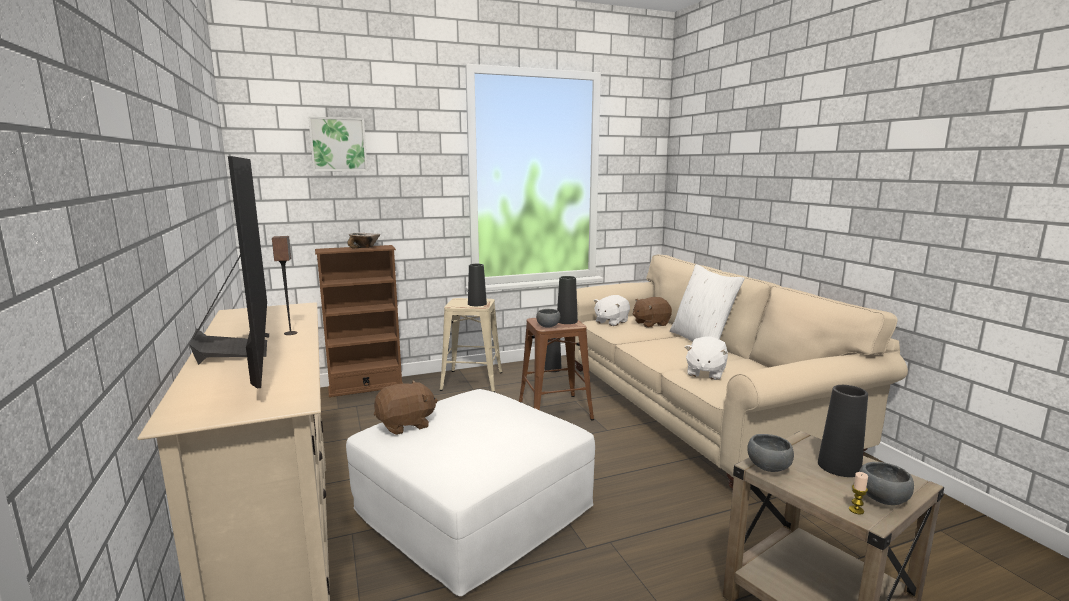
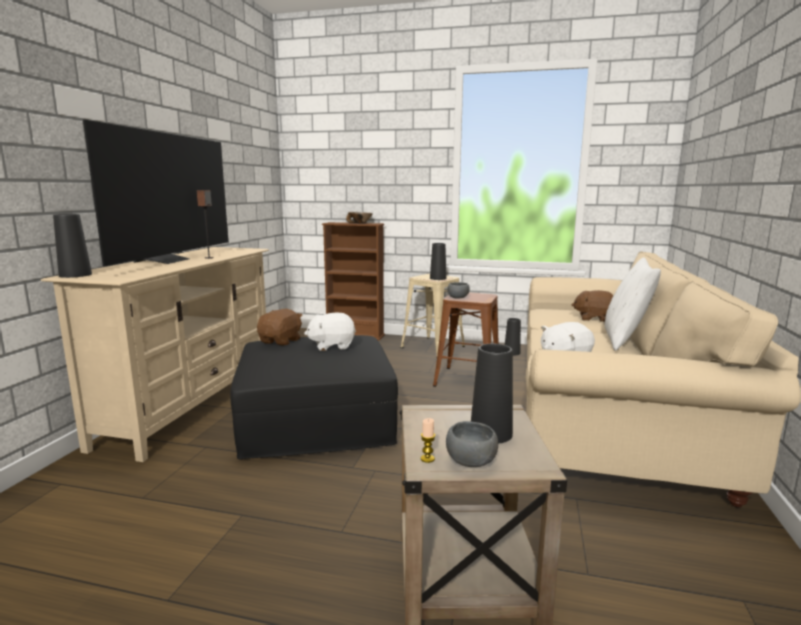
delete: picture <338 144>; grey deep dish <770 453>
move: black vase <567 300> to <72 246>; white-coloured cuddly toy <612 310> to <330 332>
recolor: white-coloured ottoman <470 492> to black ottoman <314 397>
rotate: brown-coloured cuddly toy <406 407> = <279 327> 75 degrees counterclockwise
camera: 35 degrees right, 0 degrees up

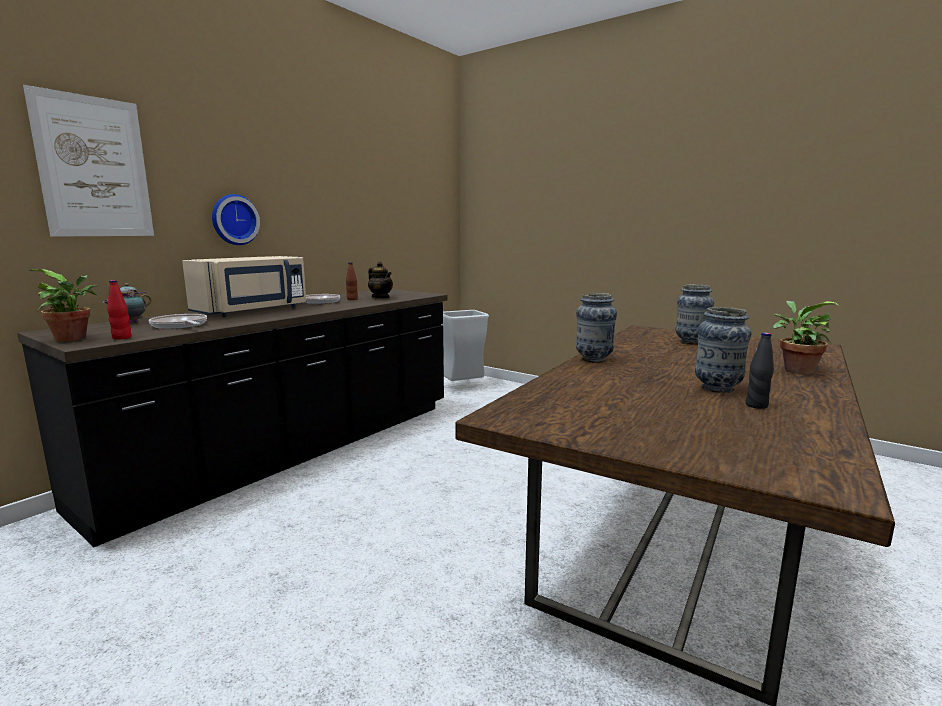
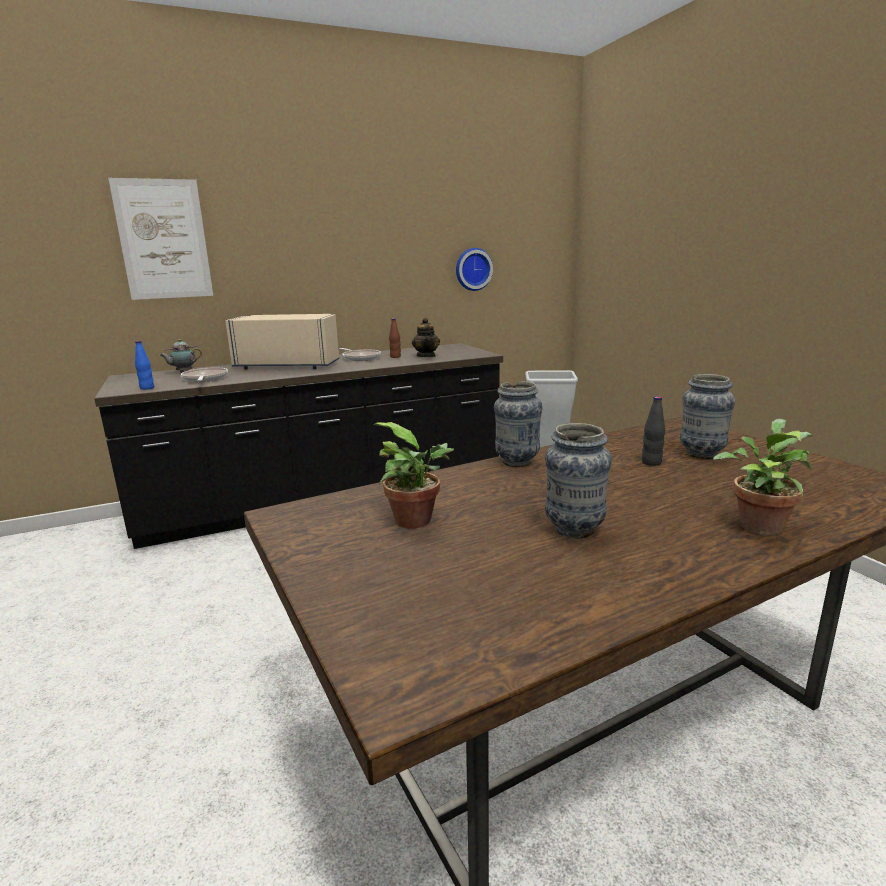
move: hanging clock <236 219> to <474 269>; houseplant <63 305> to <414 475>; black beverage bottle <759 370> to <653 431>
recolor: reddish beverage bottle <119 310> to blue-coloured beverage bottle <144 365>
rotate: beige-coloured microwave <244 286> = <282 342> 150 degrees counterclockwise
camera: 30 degrees right, 5 degrees up

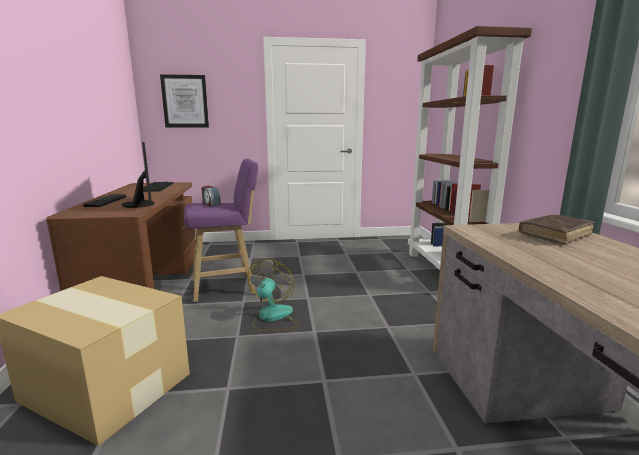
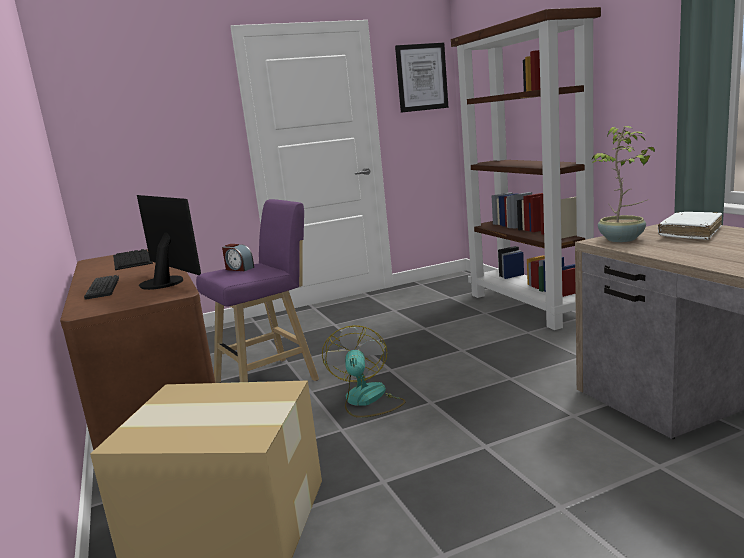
insert: houseplant <623 184>
move: picture <184 100> to <421 78>
recolor: brown-coloured bound book <556 230> to white-coloured bound book <690 226>
camera: 15 degrees left, 0 degrees up

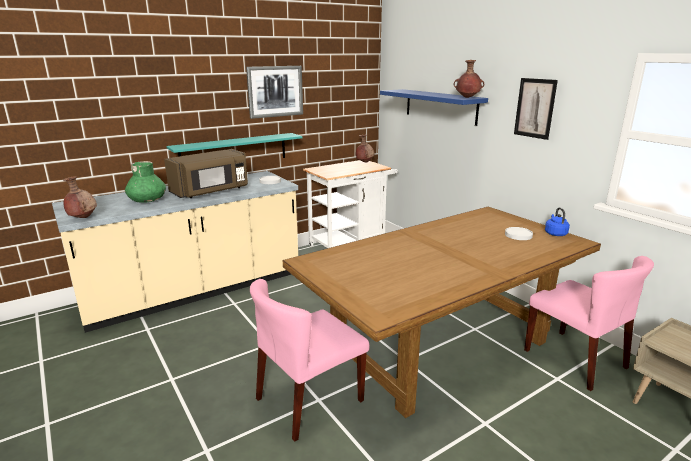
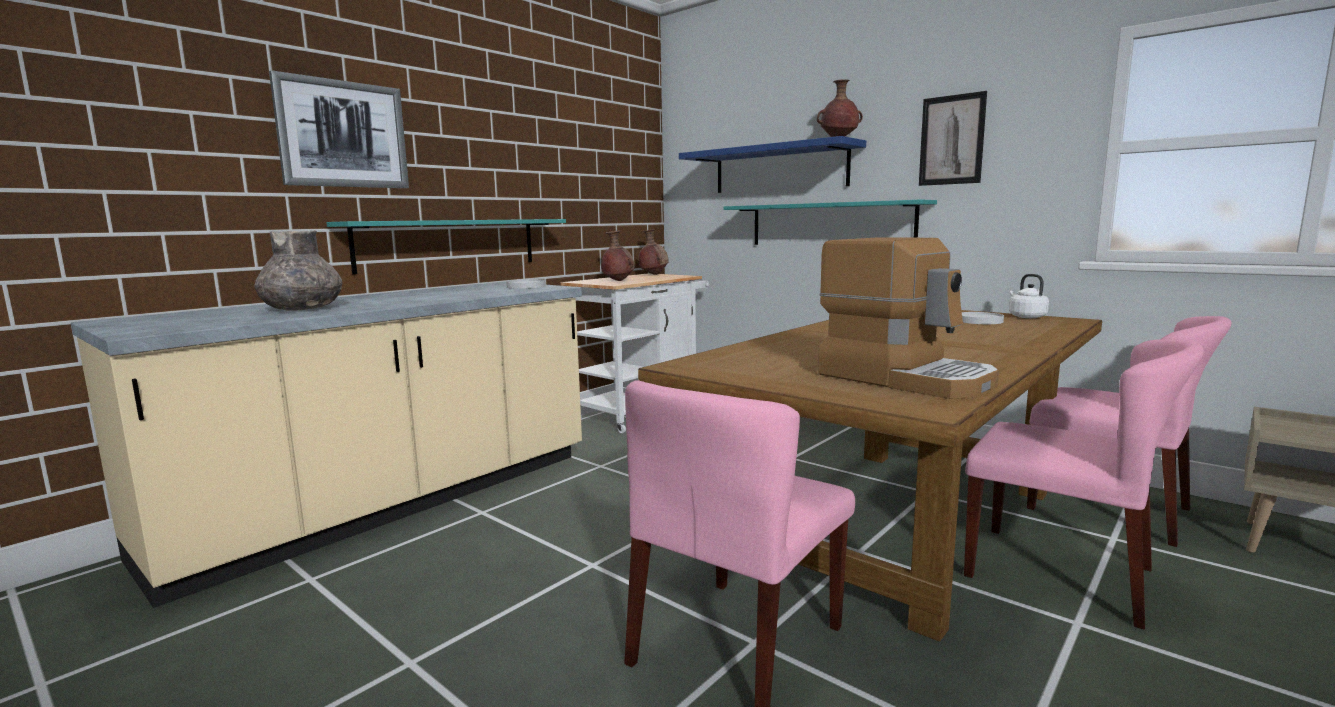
delete: brown-coloured microwave <206 173>
insert: turquoise-coloured shelf <830 222>; coffee maker <908 318>; pinkish chair <1084 484>
move: picture <274 92> to <339 129>; brown-coloured vase <80 197> to <618 256>
recolor: green-coloured vase <145 182> to grey vase <298 270>; blue-coloured kettle <557 222> to white-coloured kettle <1029 296>
camera: 15 degrees left, 10 degrees down

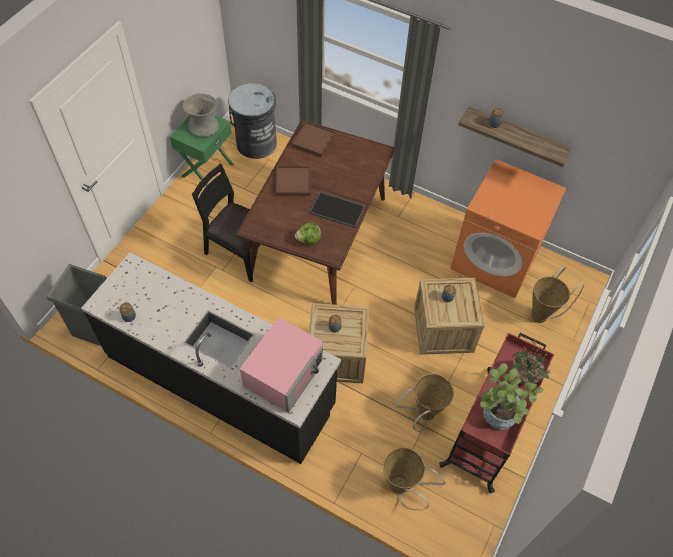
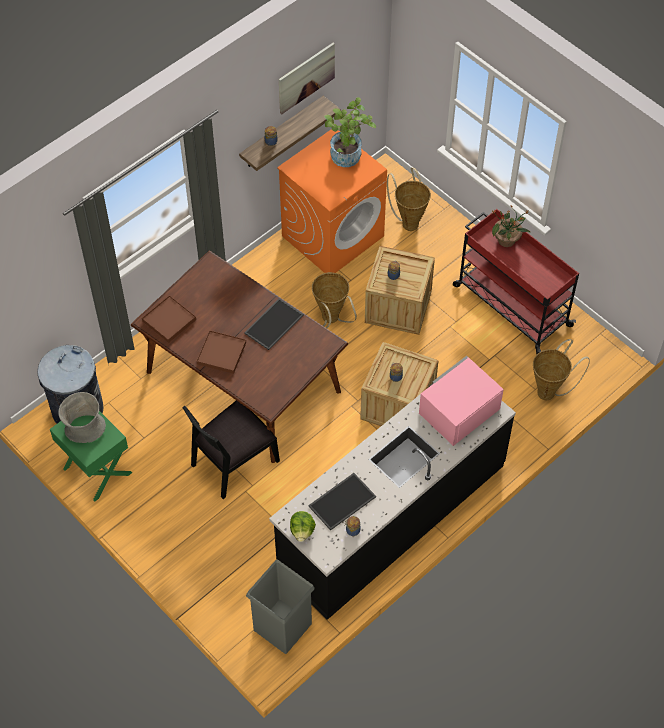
insert: picture <307 78>; tray <342 502>
move: lettuce <308 233> to <303 526>; houseplant <512 396> to <350 132>; household basket <424 402> to <334 300>
rotate: pinkish microwave <281 365> = <461 401> 90 degrees counterclockwise
camera: 70 degrees left, 0 degrees up

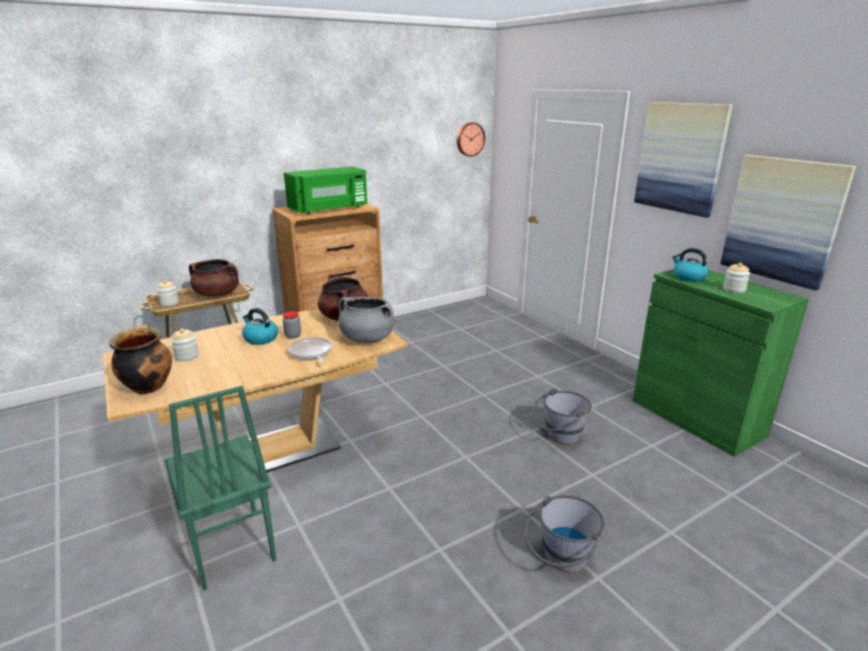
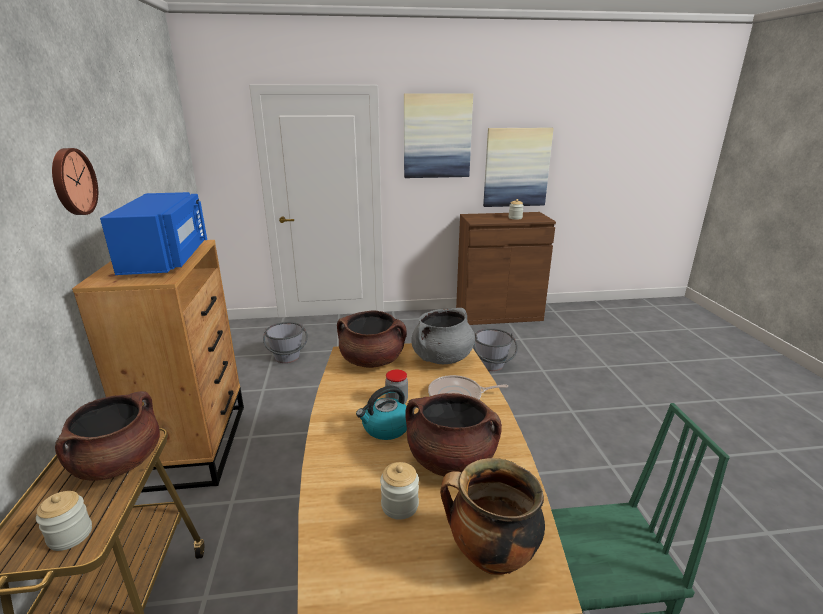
delete: kettle <690 265>
insert: brown-coloured saucepot <454 434>
move: hanging clock <471 139> to <75 181>; grey bucket <564 534> to <285 342>
recolor: green-coloured microwave <325 190> to blue-coloured microwave <153 233>; green-coloured cabinet <721 363> to brown-coloured cabinet <506 268>
camera: 65 degrees left, 0 degrees up

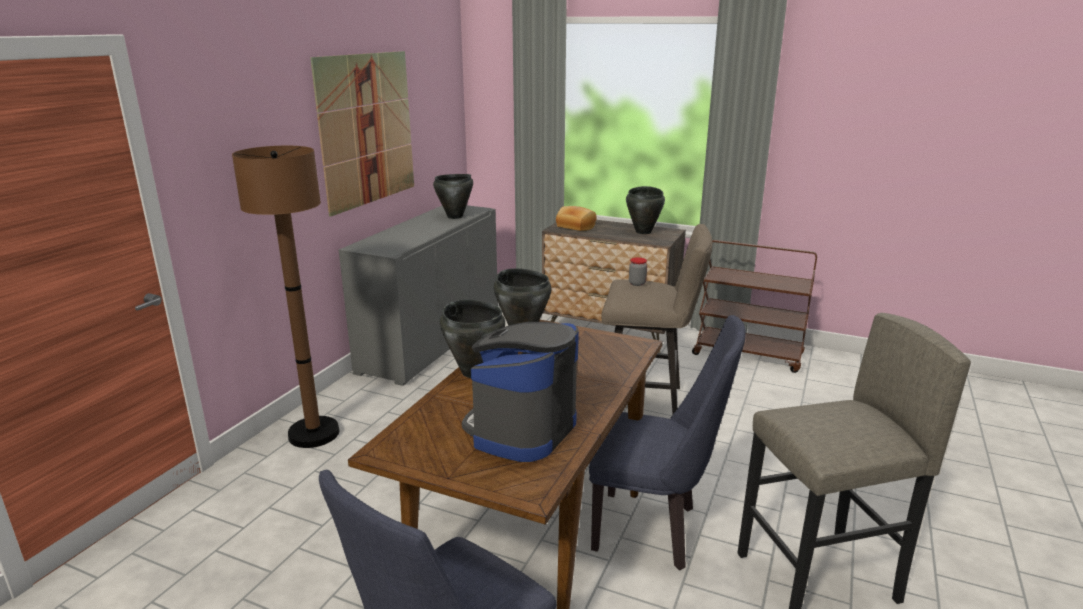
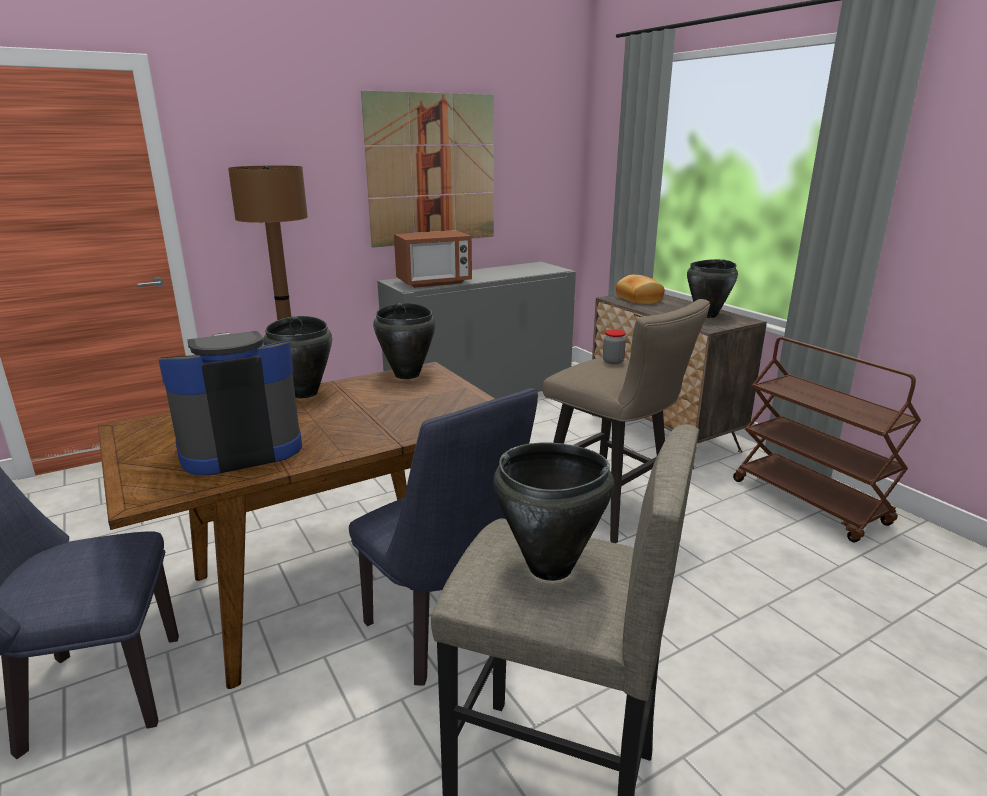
insert: microwave <433 259>
move: black saucepot <453 196> to <553 512>
camera: 35 degrees right, 0 degrees up

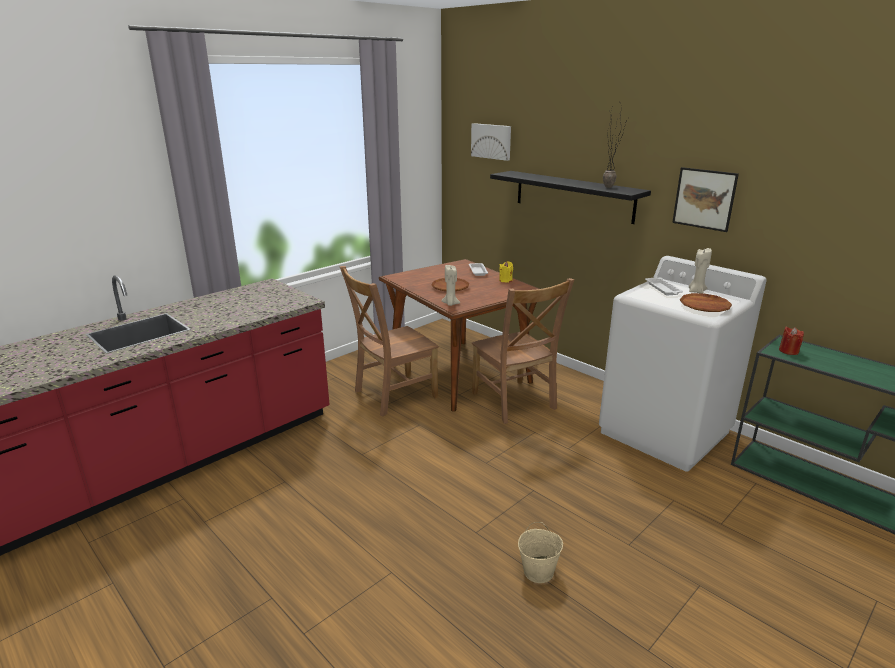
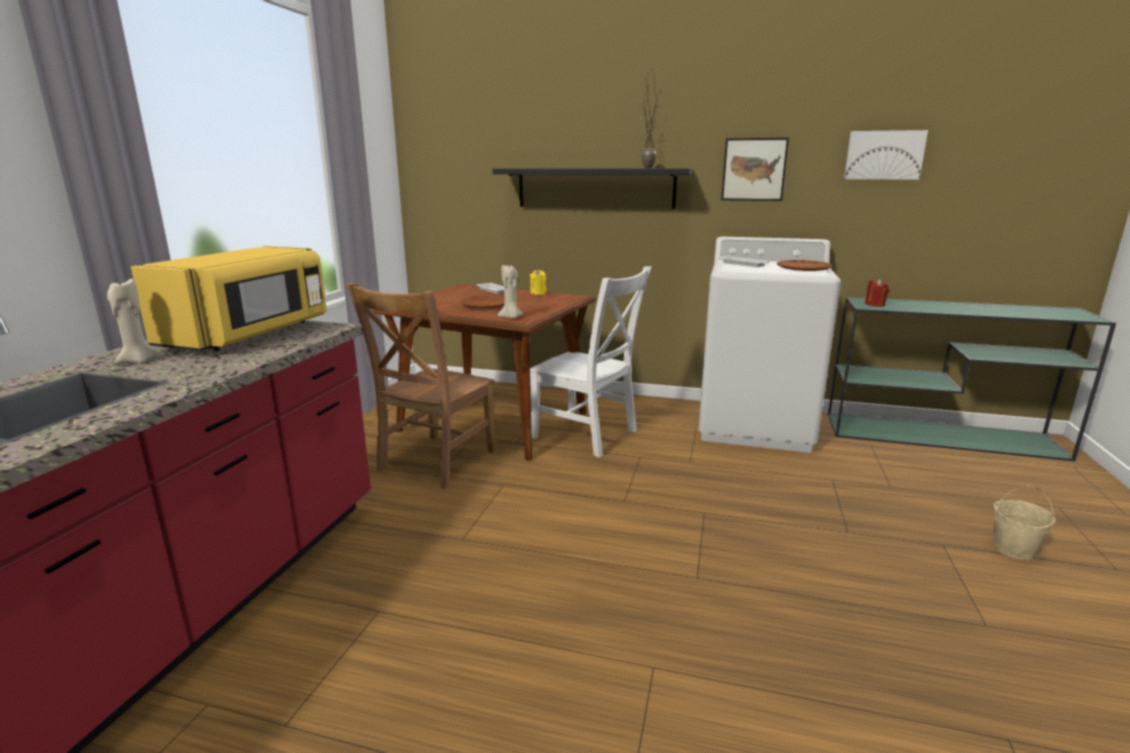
insert: yellowish microwave <229 298>
move: picture <491 142> to <886 155>; beige-coloured wax candle <700 270> to <134 321>; beige-coloured bucket <540 552> to <1024 522>
recolor: brown-coloured chair <523 351> to white-coloured chair <591 362>
camera: 30 degrees left, 5 degrees down

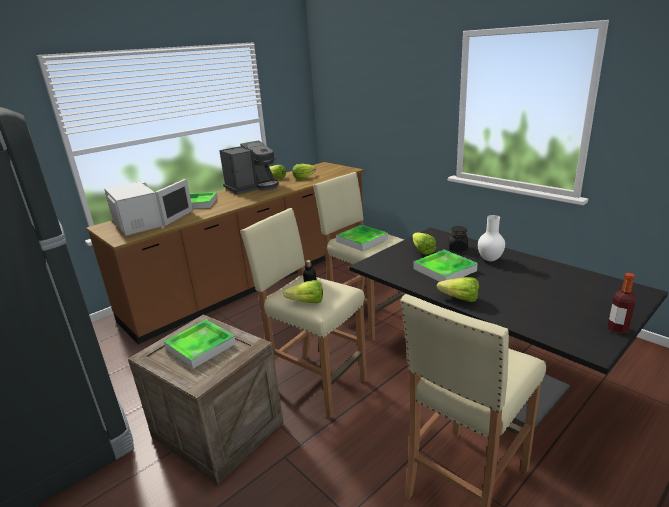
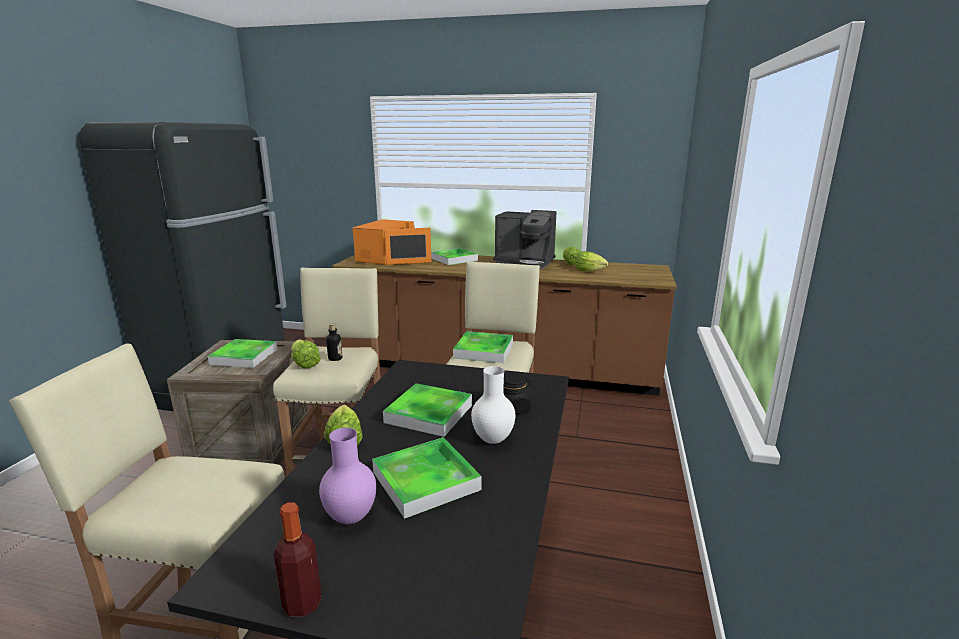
delete: lettuce <424 244>
insert: purplish vase <347 476>; tray <426 478>
recolor: white-coloured microwave <148 207> to orangey microwave <392 242>
camera: 55 degrees right, 5 degrees down

